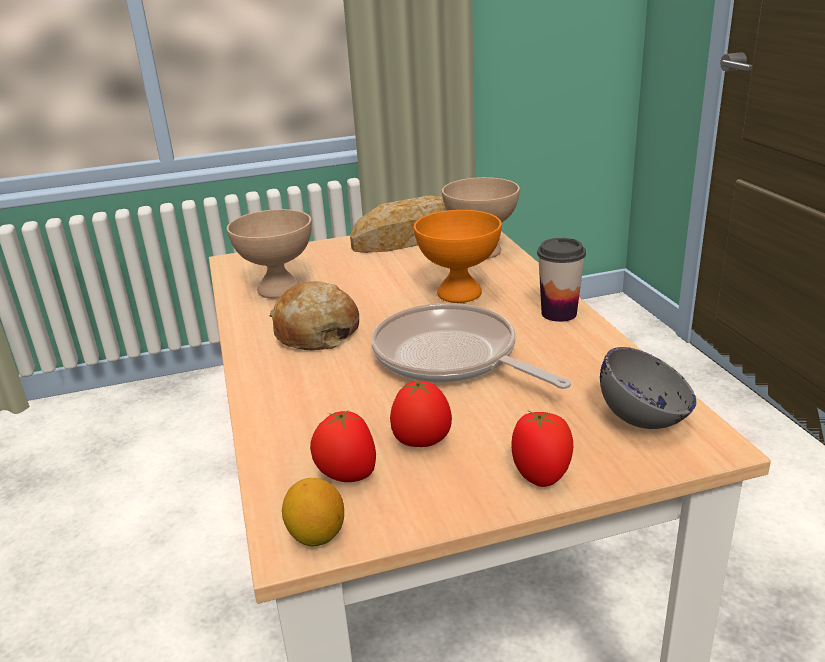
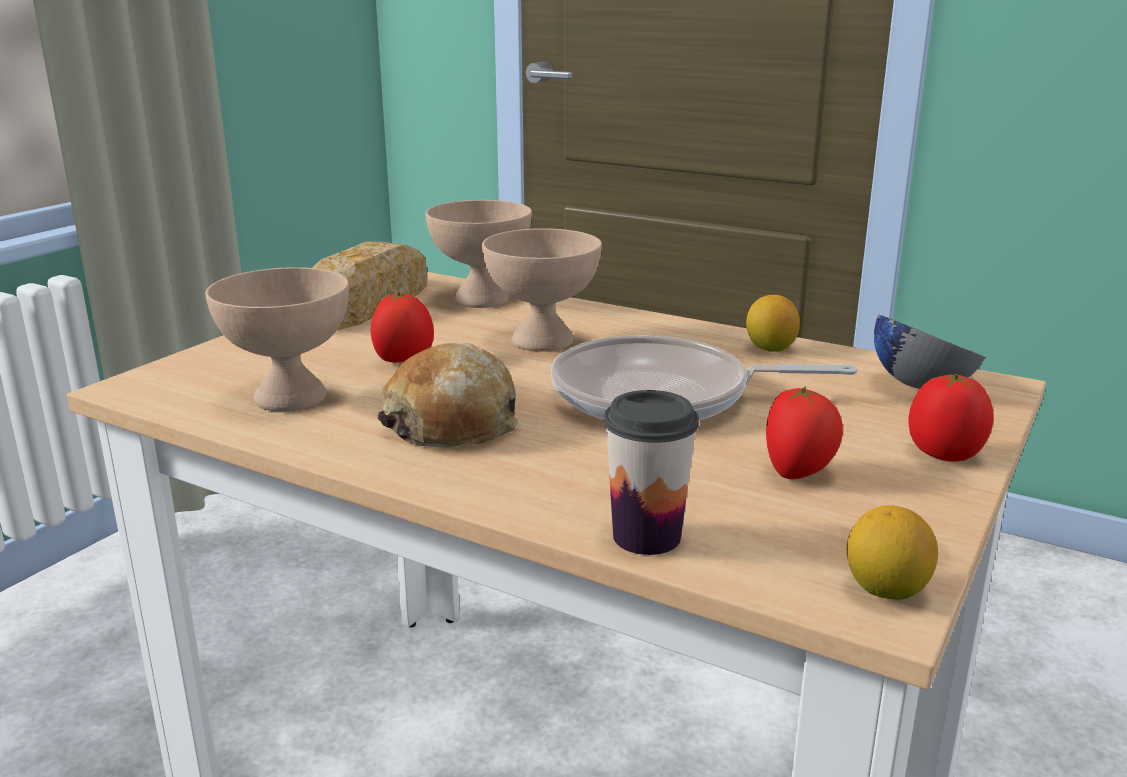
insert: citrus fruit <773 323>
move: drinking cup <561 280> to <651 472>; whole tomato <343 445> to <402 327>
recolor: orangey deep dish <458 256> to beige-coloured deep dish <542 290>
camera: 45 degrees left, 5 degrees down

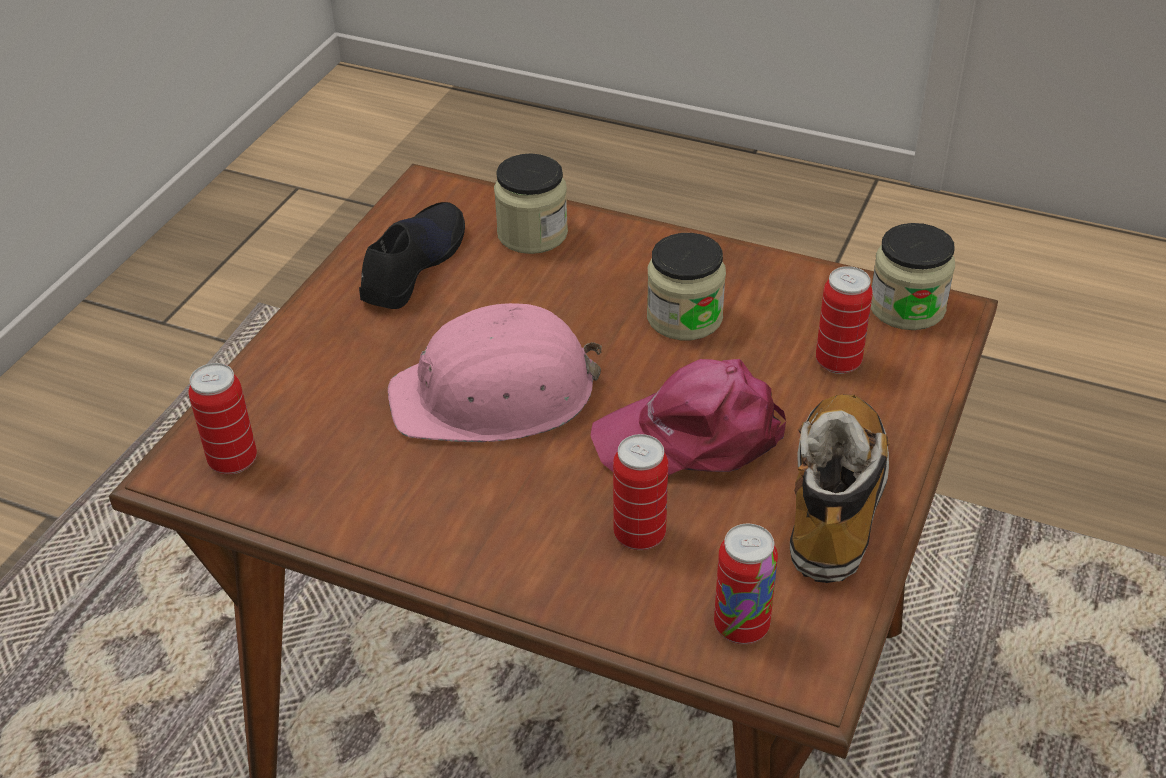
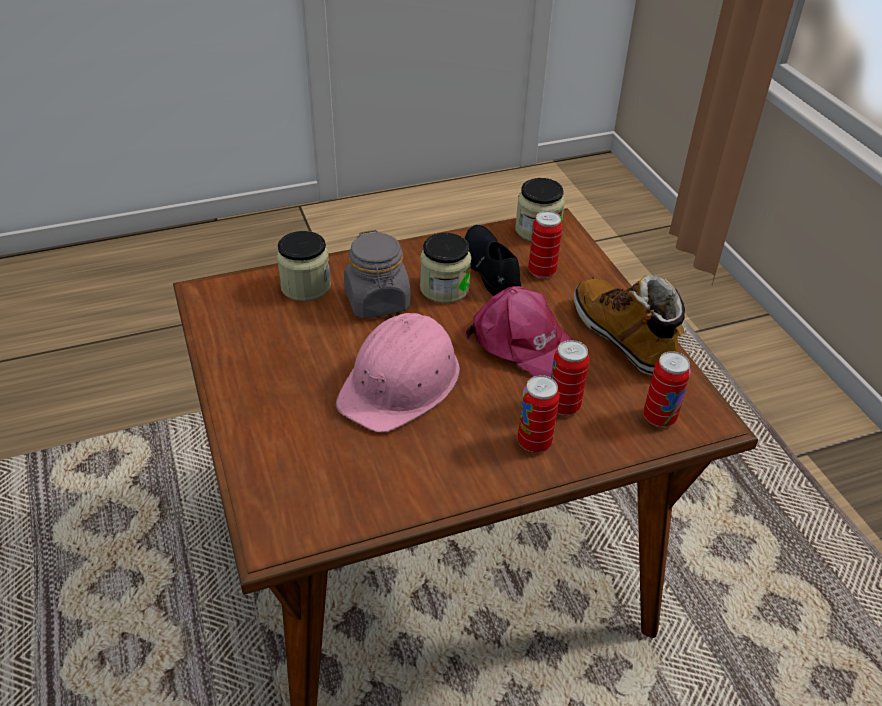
insert: grey storage jar <377 274>
move: black low shoe <412 255> to <492 260>; metal can <222 418> to <539 414>
rotate: pinkish peaked cap <688 417> = <519 332> 90 degrees counterclockwise
camera: 45 degrees left, 0 degrees up

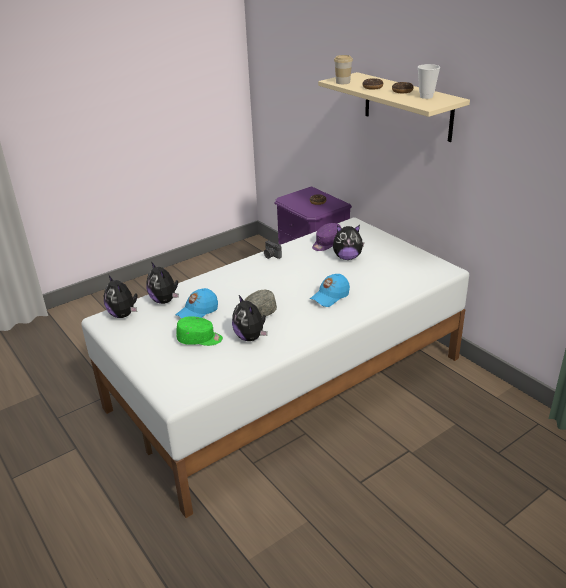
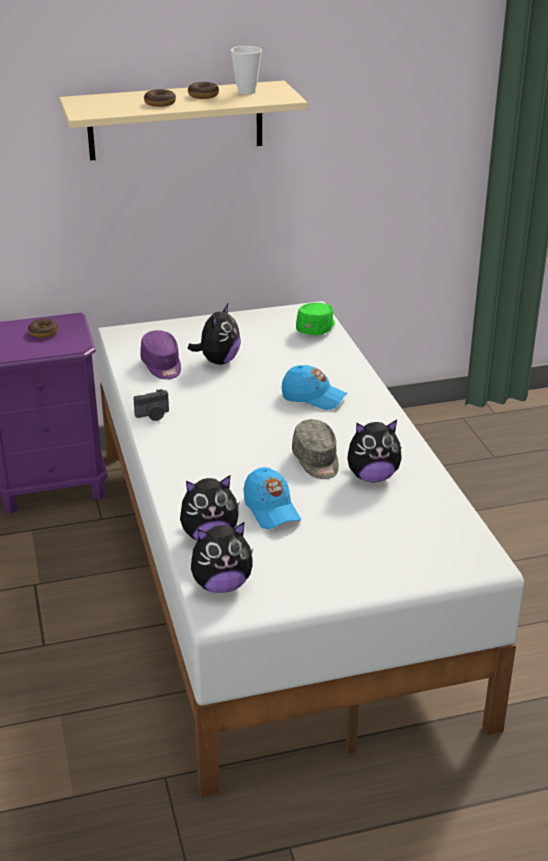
delete: drinking cup <343 69>
move: green-coloured peaked cap <199 331> to <315 319>
rotate: blue-coloured peaked cap <330 290> = <314 387> 45 degrees counterclockwise
camera: 70 degrees left, 0 degrees up

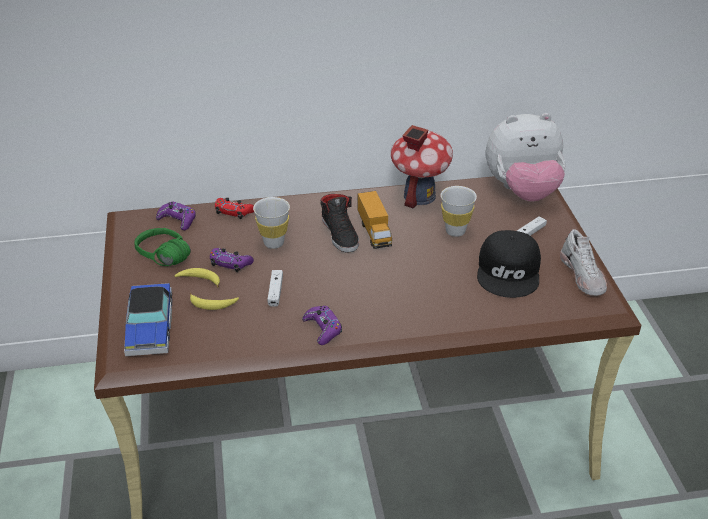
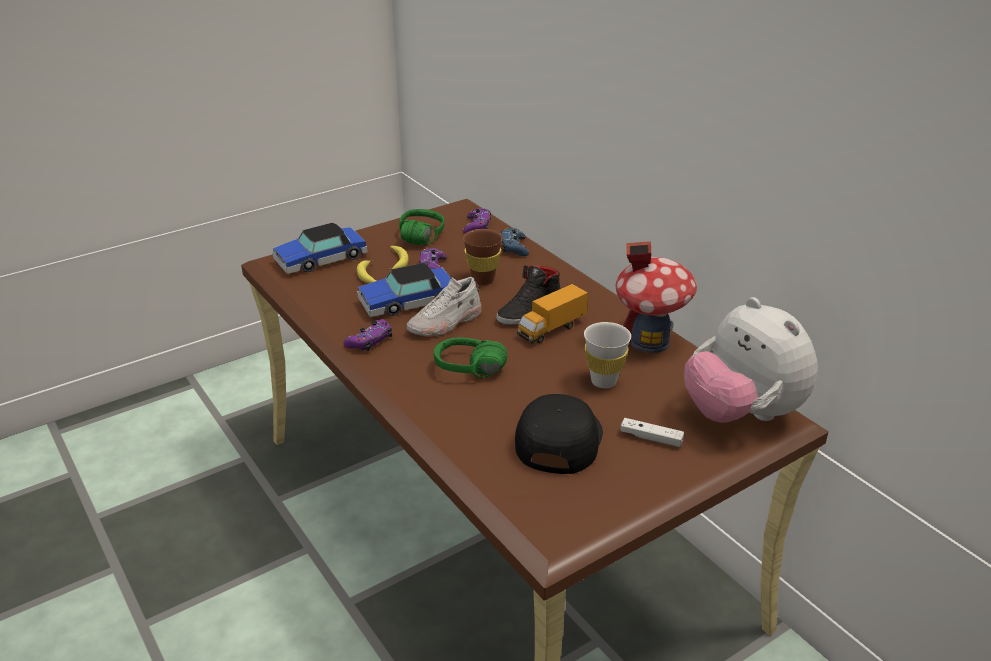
insert: green-coloured headset <470 358>
move: white-coloured low shoe <583 262> to <444 306>
replace: white-coloured gamepad <275 288> to model car <404 290>
recolor: white-coloured drinking cup <271 223> to brown-coloured drinking cup <483 257>; reddish gamepad <234 208> to blue-coloured gamepad <514 242>
rotate: black peaked cap <509 264> = <559 434> 120 degrees clockwise
camera: 65 degrees right, 5 degrees down

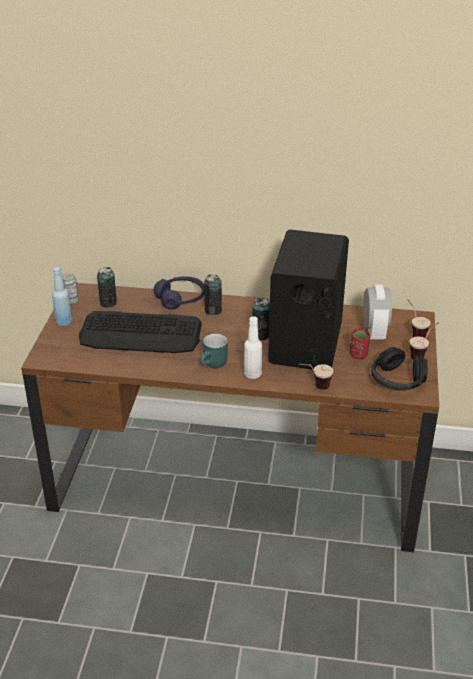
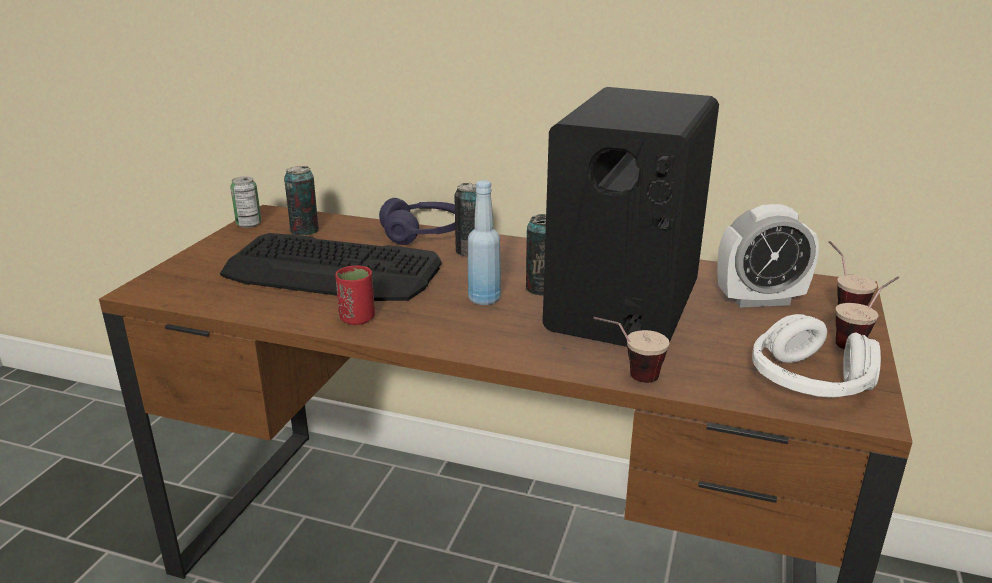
delete: white-coloured beverage bottle <253 347>; turquoise-coloured tea mug <214 351>
move: blue-coloured beverage bottle <62 296> to <484 242>; reddish drinking cup <360 344> to <355 295>
recolor: black headset <399 369> to white-coloured headset <816 355>
rotate: alarm clock <377 312> = <768 255> 75 degrees clockwise
camera: 10 degrees right, 10 degrees down

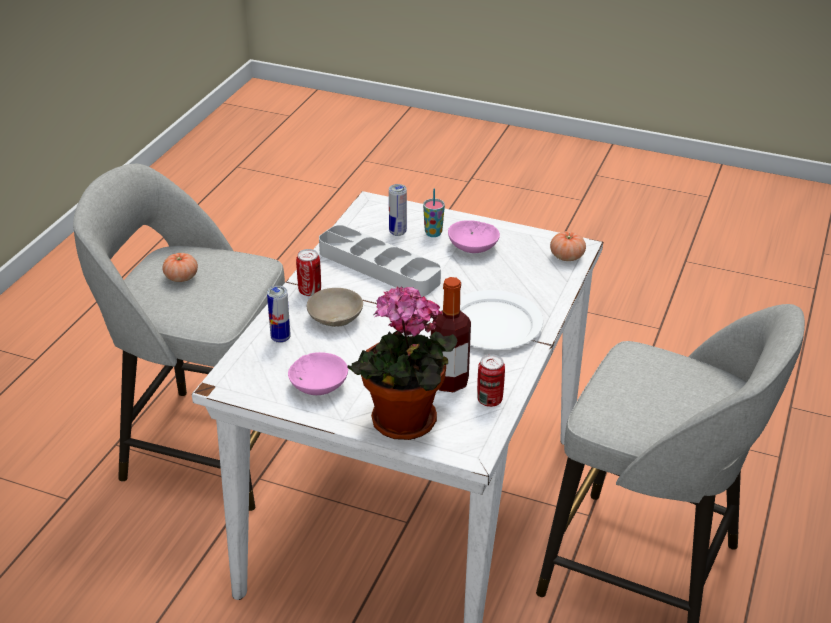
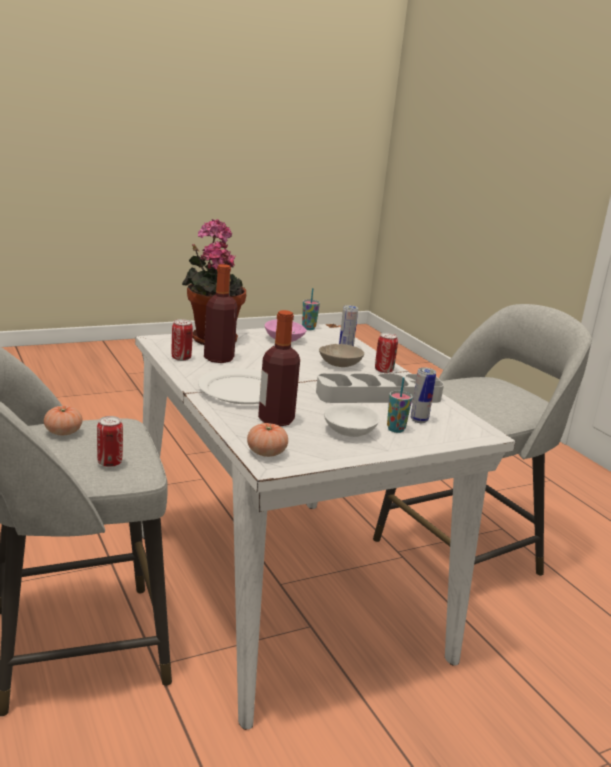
insert: drinking cup <311 309>; beverage bottle <279 368>; metal can <110 441>
move: whole tomato <180 267> to <63 421>
recolor: pinkish deep dish <474 236> to white-coloured deep dish <352 420>
camera: 130 degrees right, 15 degrees down

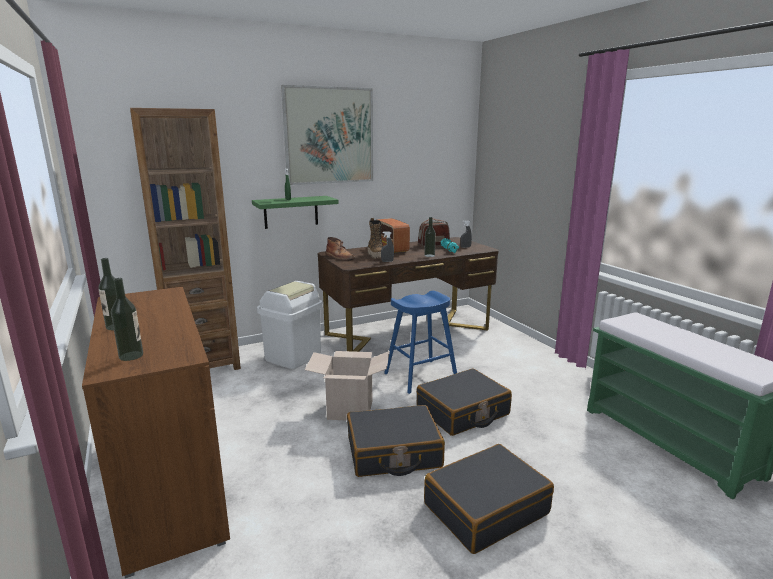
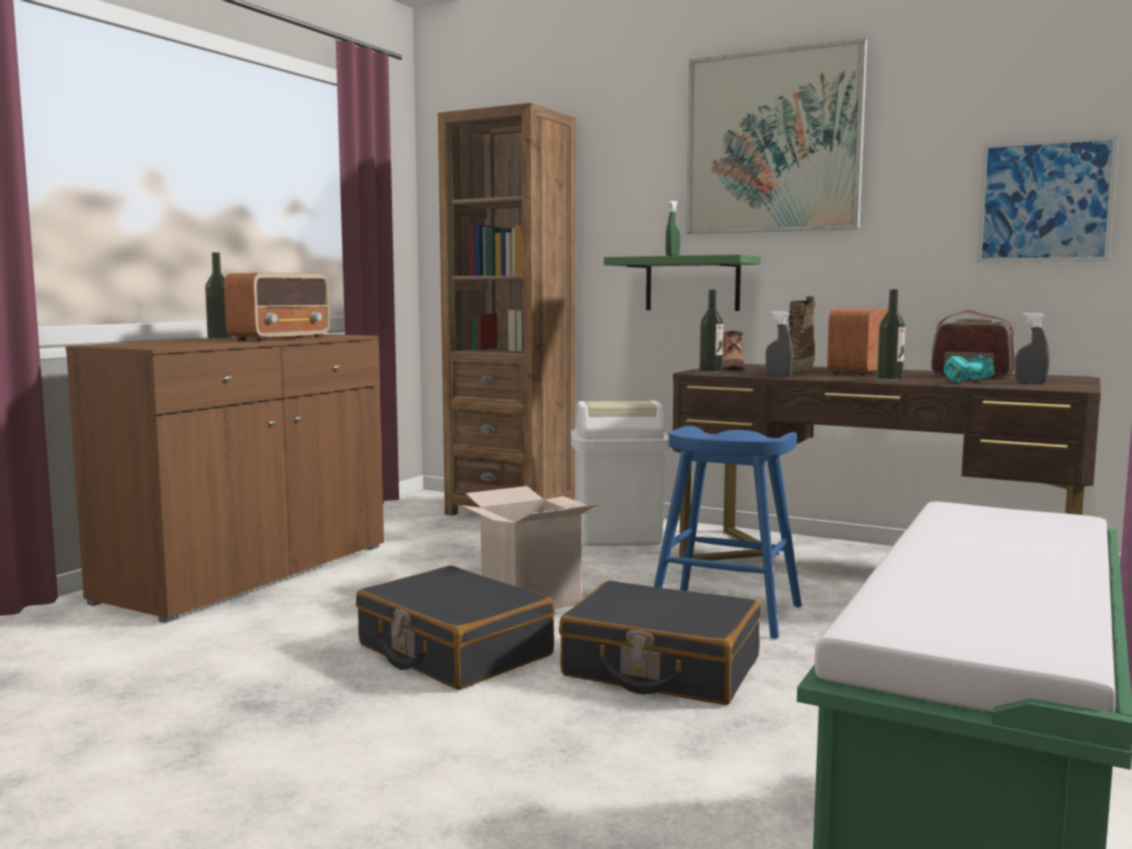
delete: black piece of luggage <489 499>
insert: picture <1047 199>; radio <277 307>
move: beverage bottle <127 319> to <711 331>
camera: 55 degrees right, 10 degrees down

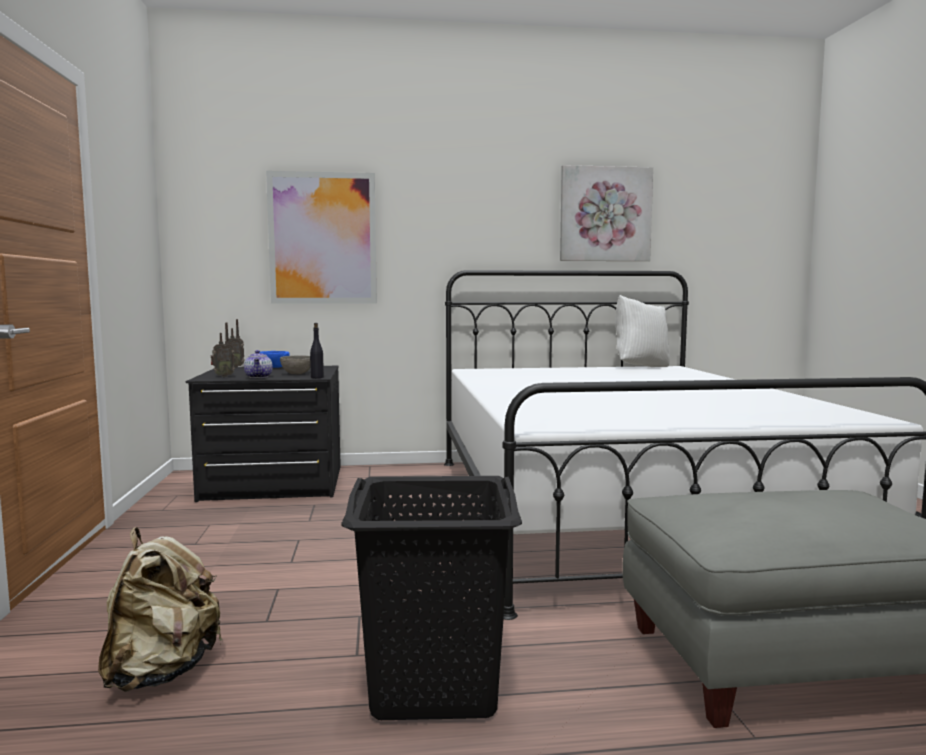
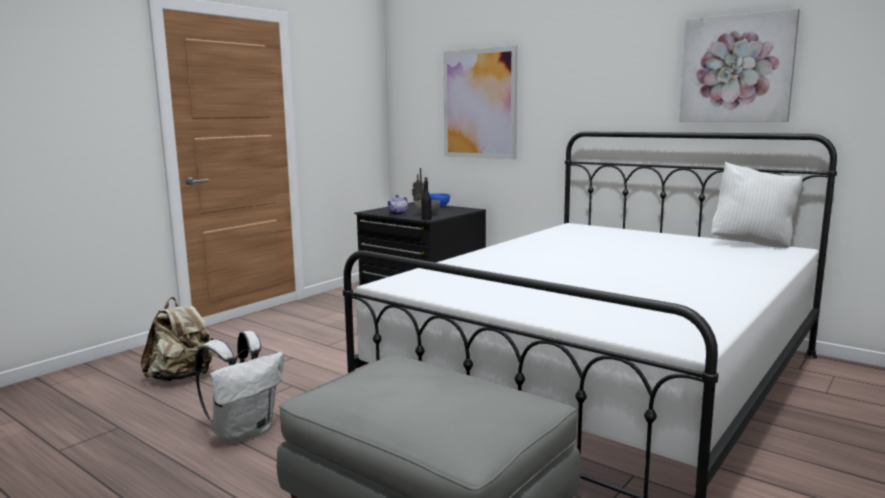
delete: radio <223 349>
replace: black hamper <431 598> to white-coloured backpack <239 387>
camera: 45 degrees right, 5 degrees up

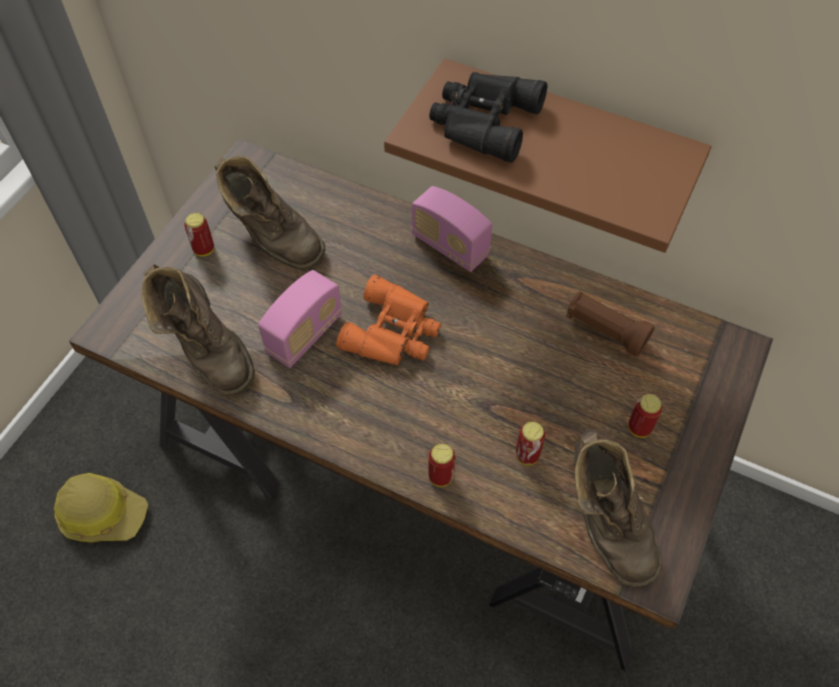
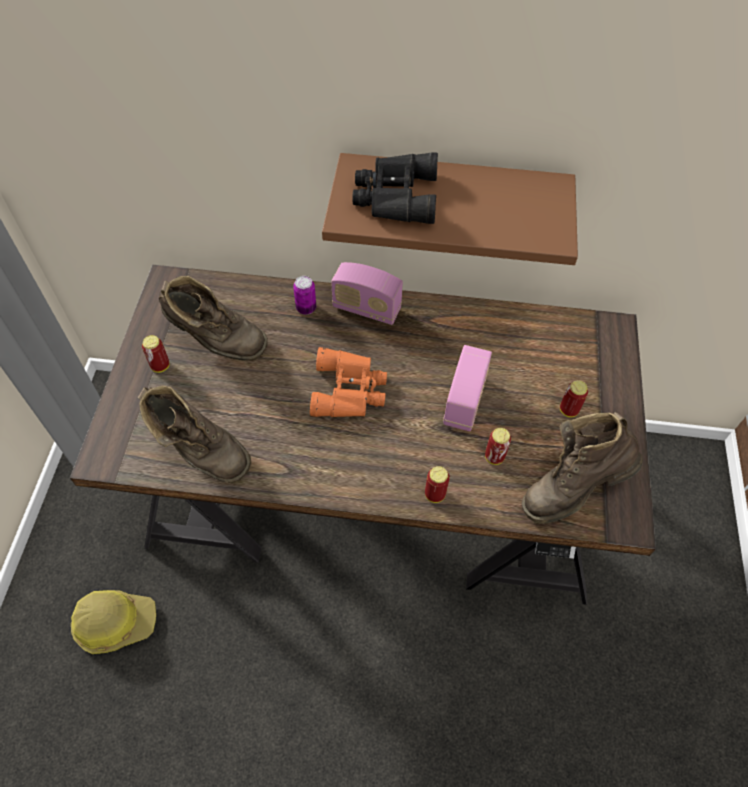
delete: brown-coloured flashlight <611 324>
insert: metal can <304 295>
move: radio <300 319> to <467 388>
rotate: brown-coloured boot <618 508> = <582 468> 105 degrees clockwise
camera: 20 degrees left, 0 degrees up

